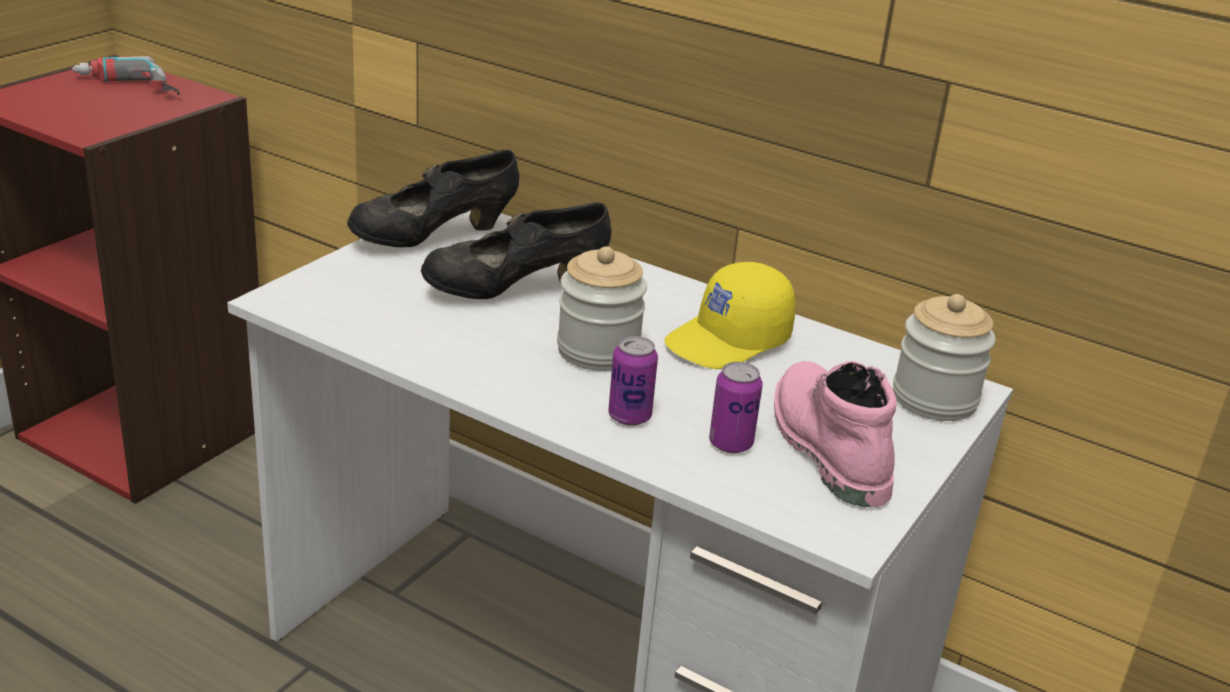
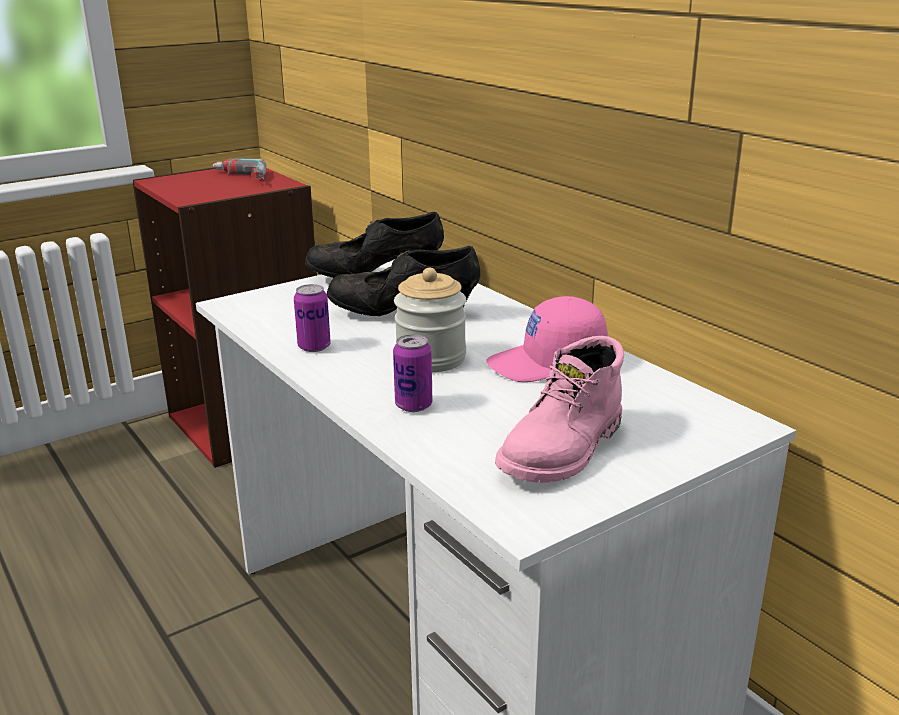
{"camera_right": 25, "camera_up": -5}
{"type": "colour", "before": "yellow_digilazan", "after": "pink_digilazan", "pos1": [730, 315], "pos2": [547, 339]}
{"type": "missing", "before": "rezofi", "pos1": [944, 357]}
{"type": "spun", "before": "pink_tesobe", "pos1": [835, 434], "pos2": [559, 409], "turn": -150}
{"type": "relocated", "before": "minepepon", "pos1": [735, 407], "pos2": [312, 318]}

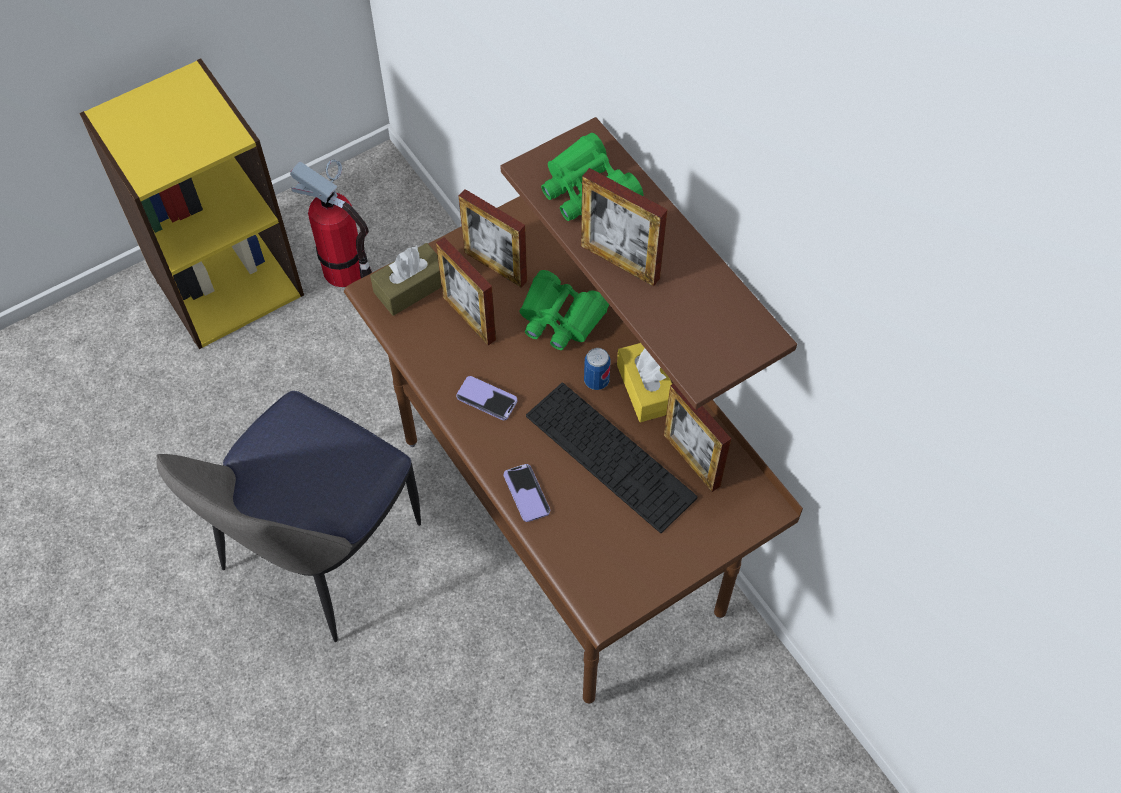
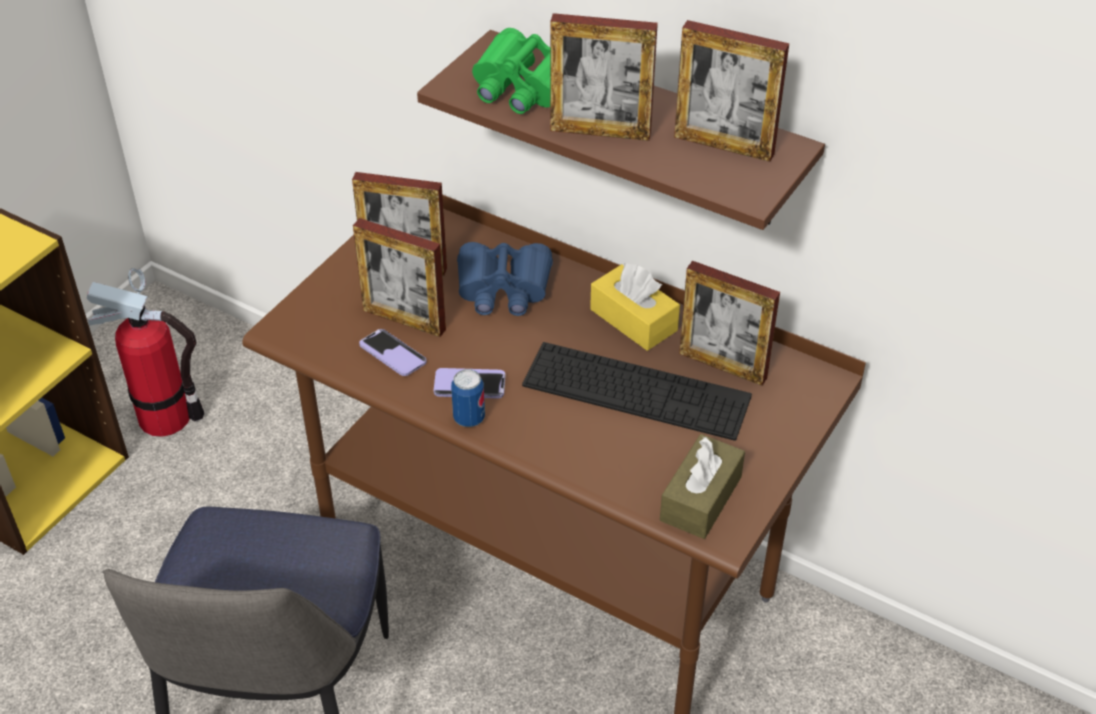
{"camera_right": -25, "camera_up": -15}
{"type": "relocated", "before": "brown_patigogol", "pos1": [406, 279], "pos2": [702, 486]}
{"type": "colour", "before": "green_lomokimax", "after": "blue_lomokimax", "pos1": [564, 310], "pos2": [505, 279]}
{"type": "relocated", "before": "minepepon", "pos1": [597, 369], "pos2": [468, 398]}
{"type": "relocated", "before": "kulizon", "pos1": [527, 493], "pos2": [392, 352]}
{"type": "appeared", "after": "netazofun", "pos2": [731, 91]}

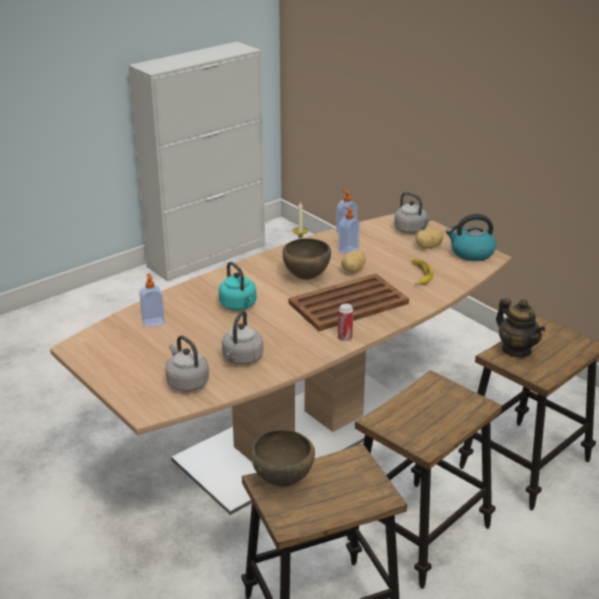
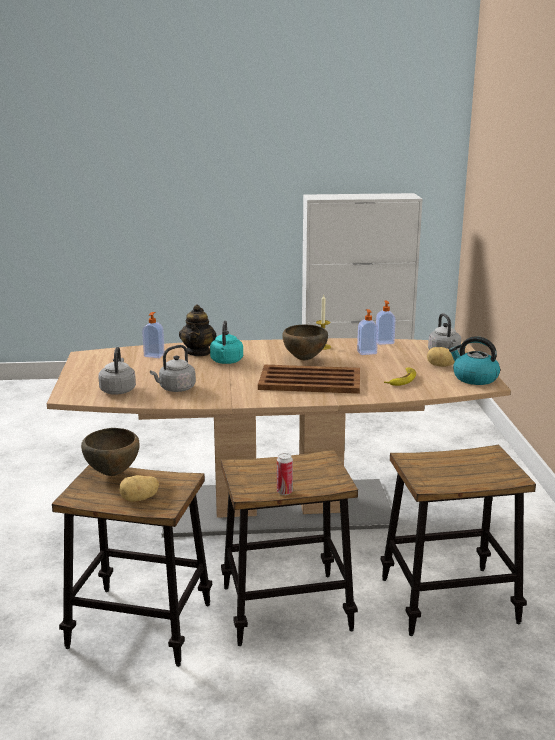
{"camera_right": 35, "camera_up": -10}
{"type": "relocated", "before": "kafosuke", "pos1": [353, 261], "pos2": [139, 488]}
{"type": "relocated", "before": "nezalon", "pos1": [520, 327], "pos2": [197, 330]}
{"type": "relocated", "before": "minepepon", "pos1": [345, 322], "pos2": [285, 474]}

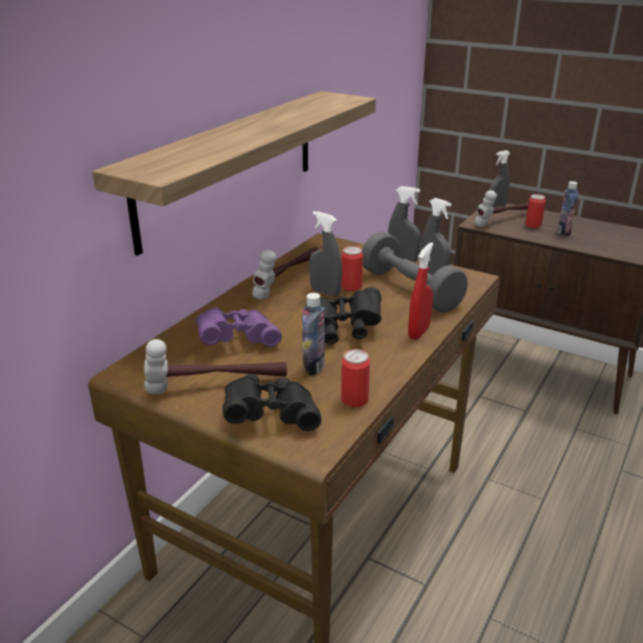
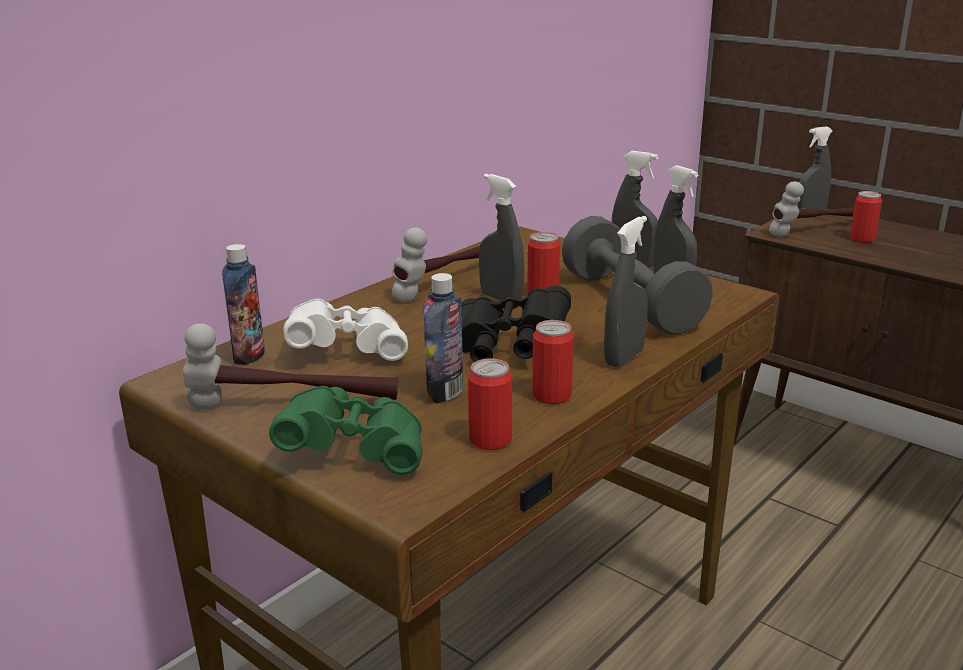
{"camera_right": 10, "camera_up": -5}
{"type": "missing", "before": "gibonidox", "pos1": [234, 173]}
{"type": "relocated", "before": "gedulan", "pos1": [568, 208], "pos2": [243, 304]}
{"type": "colour", "before": "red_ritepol", "after": "grey_ritepol", "pos1": [420, 291], "pos2": [626, 291]}
{"type": "colour", "before": "purple_lomokimax", "after": "white_lomokimax", "pos1": [239, 327], "pos2": [345, 329]}
{"type": "colour", "before": "black_lomokimax", "after": "green_lomokimax", "pos1": [271, 402], "pos2": [346, 430]}
{"type": "appeared", "after": "minepepon", "pos2": [553, 362]}

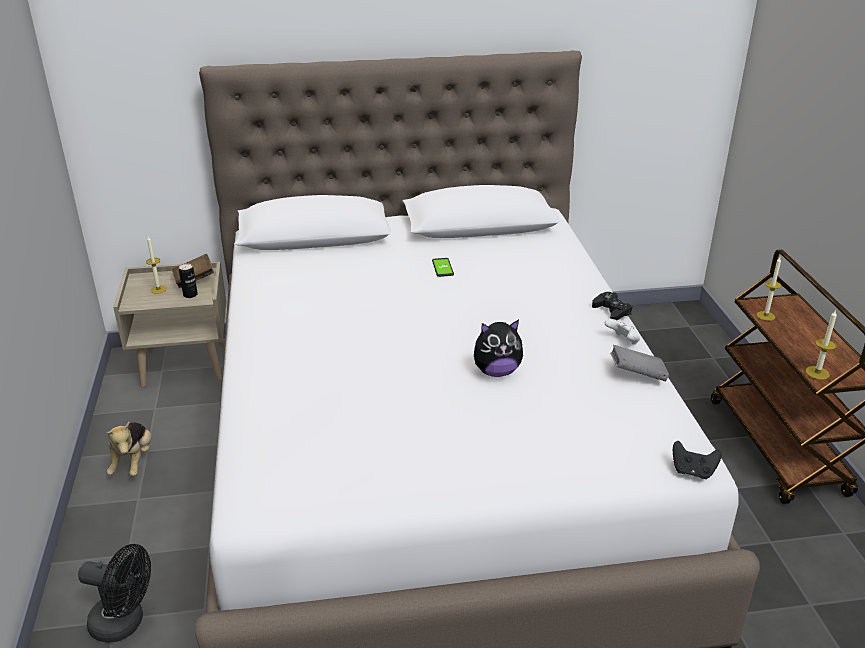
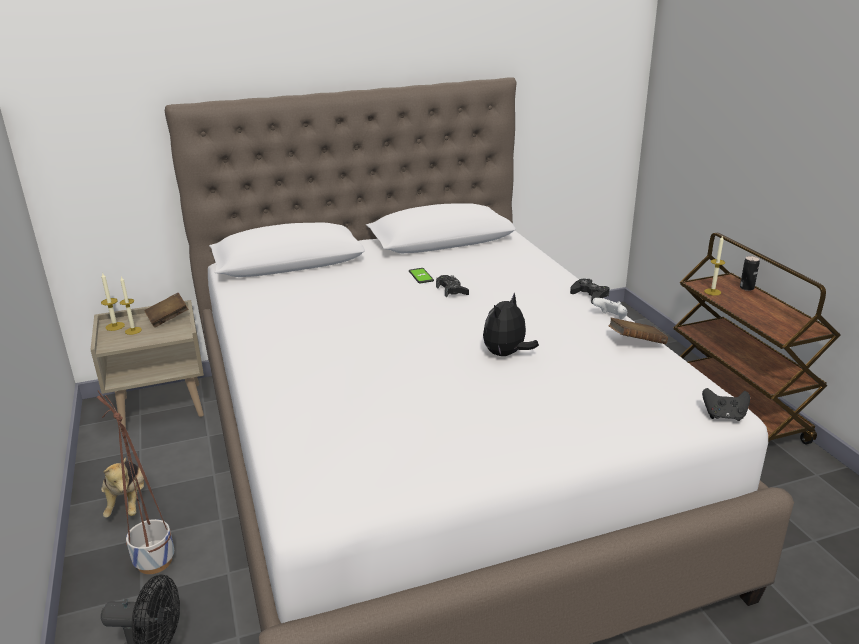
{"camera_right": -10, "camera_up": -5}
{"type": "relocated", "before": "minepepon", "pos1": [188, 280], "pos2": [750, 273]}
{"type": "relocated", "before": "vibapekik", "pos1": [821, 345], "pos2": [113, 301]}
{"type": "spun", "before": "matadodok", "pos1": [498, 348], "pos2": [511, 324], "turn": 150}
{"type": "colour", "before": "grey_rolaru", "after": "brown_rolaru", "pos1": [639, 363], "pos2": [638, 330]}
{"type": "appeared", "after": "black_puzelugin", "pos2": [452, 286]}
{"type": "appeared", "after": "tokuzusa", "pos2": [135, 482]}

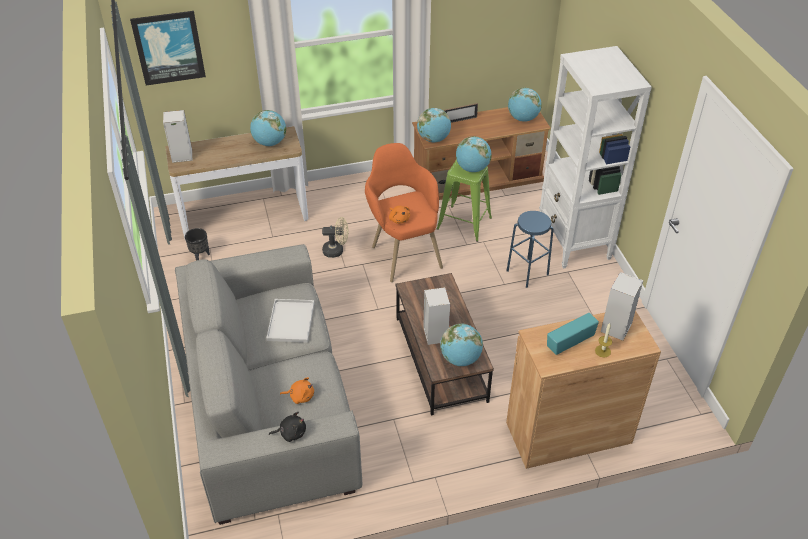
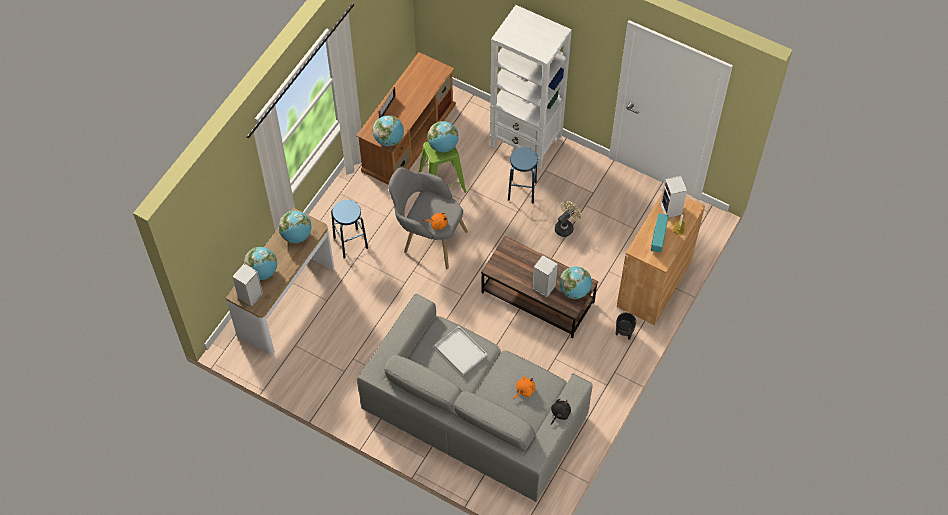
{"camera_right": -45, "camera_up": 15}
{"type": "missing", "before": "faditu", "pos1": [168, 48]}
{"type": "relocated", "before": "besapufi", "pos1": [525, 105], "pos2": [260, 263]}
{"type": "colour", "before": "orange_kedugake", "after": "grey_kedugake", "pos1": [404, 212], "pos2": [428, 218]}
{"type": "relocated", "before": "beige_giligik", "pos1": [335, 237], "pos2": [568, 219]}
{"type": "relocated", "before": "black_tokuzusa", "pos1": [197, 244], "pos2": [626, 326]}
{"type": "appeared", "after": "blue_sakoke", "pos2": [349, 229]}

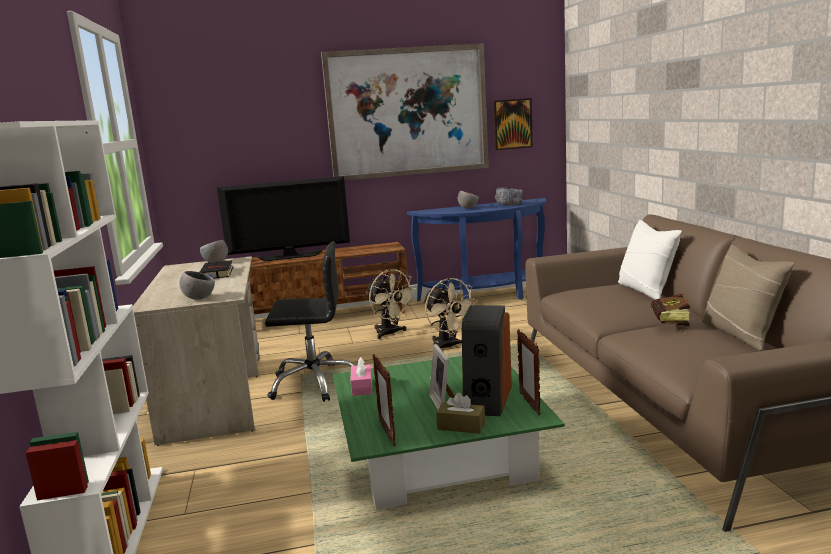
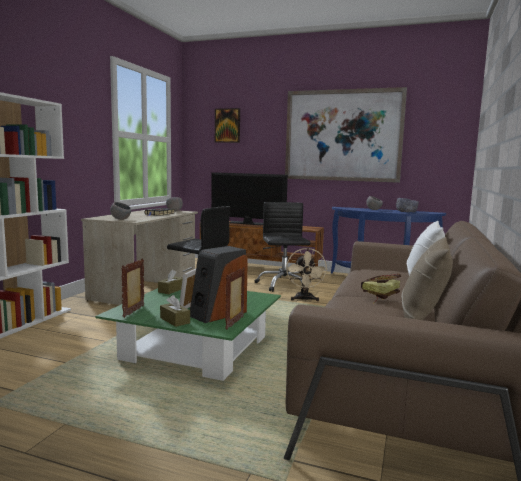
{"camera_right": 30, "camera_up": -5}
{"type": "relocated", "before": "faditu", "pos1": [513, 124], "pos2": [227, 125]}
{"type": "exchanged", "before": "beige_giligik", "after": "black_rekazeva", "pos1": [391, 304], "pos2": [283, 247]}
{"type": "colour", "before": "pink_patigogol", "after": "brown_patigogol", "pos1": [361, 376], "pos2": [170, 282]}

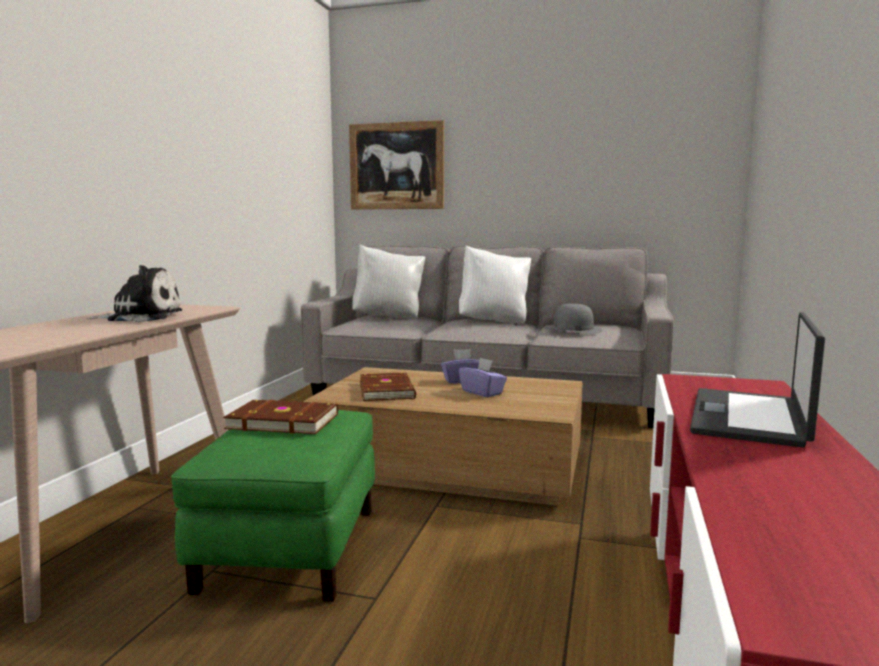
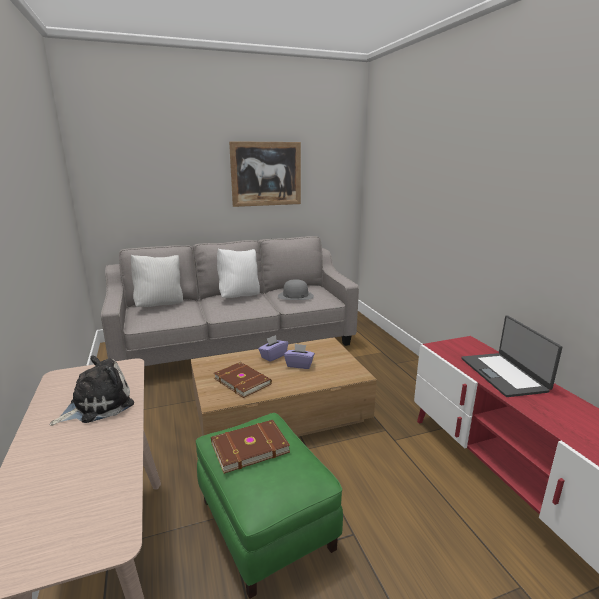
{"camera_right": -35, "camera_up": 10}
{"type": "relocated", "before": "faditu", "pos1": [396, 165], "pos2": [265, 174]}

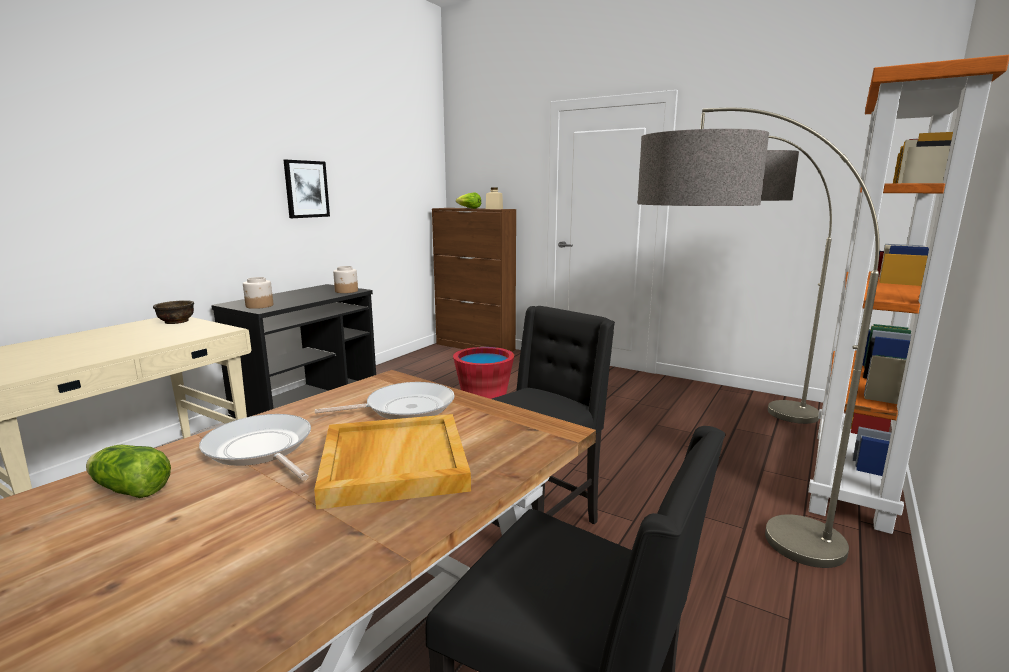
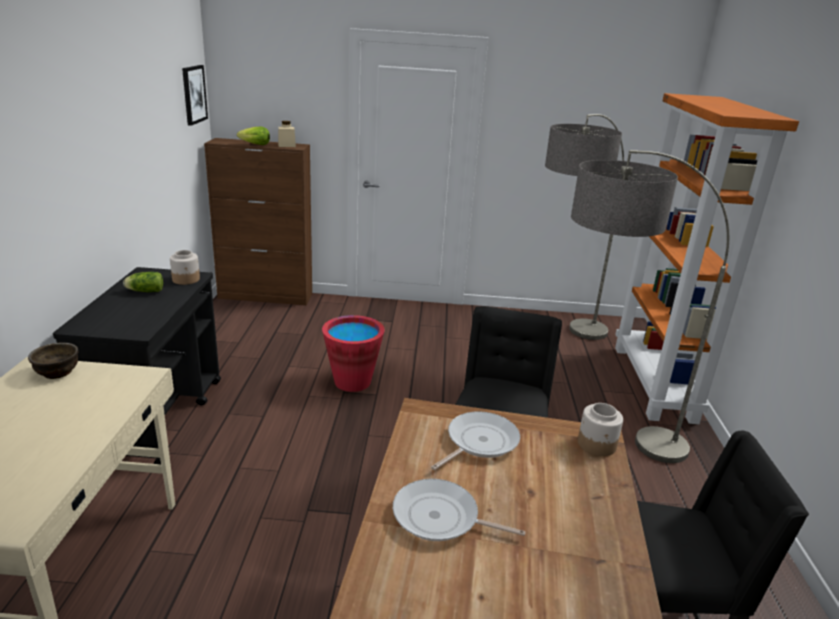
{"camera_right": -30, "camera_up": 10}
{"type": "relocated", "before": "faditu", "pos1": [307, 189], "pos2": [195, 95]}
{"type": "relocated", "before": "rezofi", "pos1": [258, 293], "pos2": [600, 429]}
{"type": "missing", "before": "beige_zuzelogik", "pos1": [392, 462]}
{"type": "relocated", "before": "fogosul", "pos1": [128, 471], "pos2": [143, 282]}

